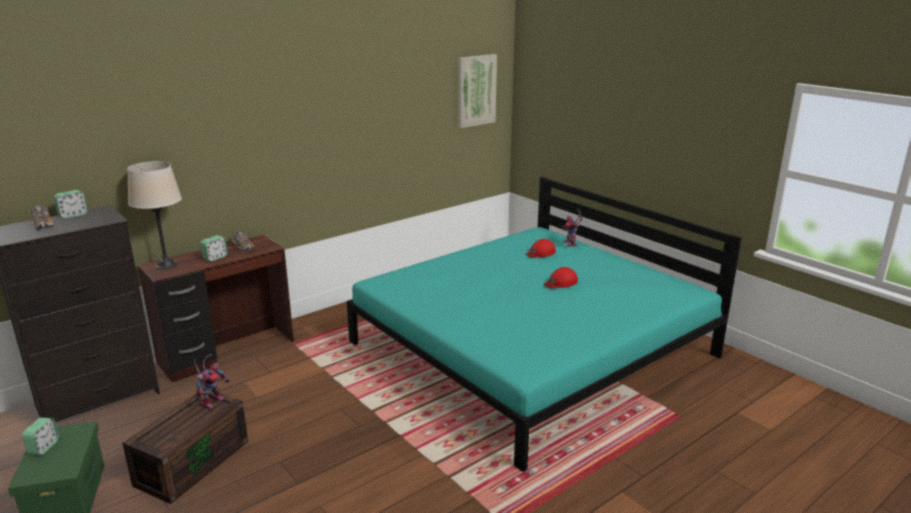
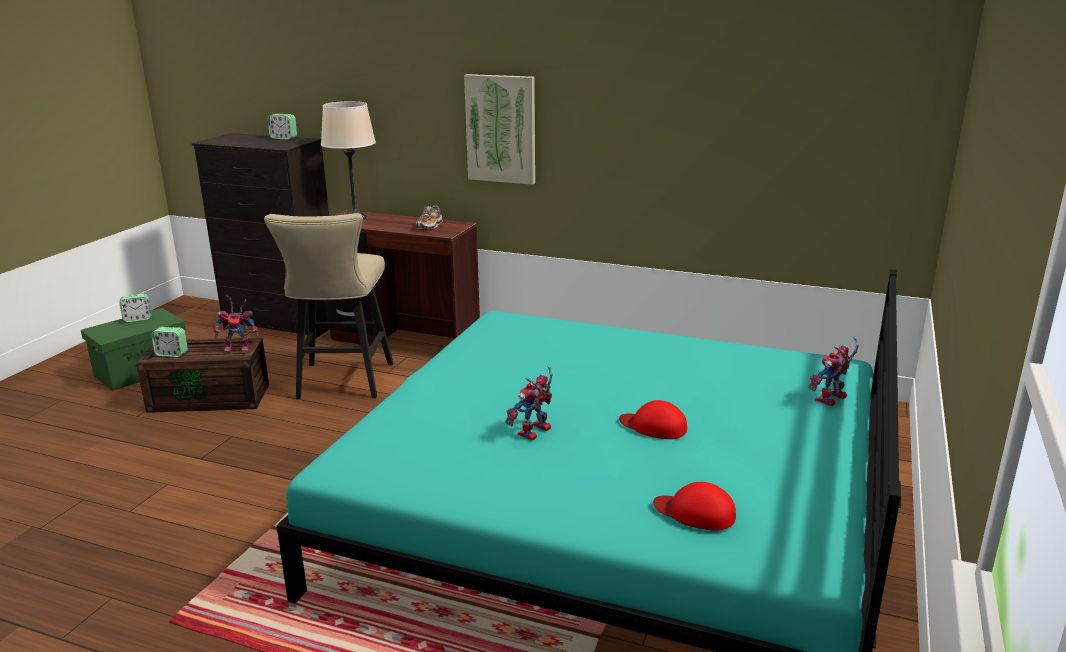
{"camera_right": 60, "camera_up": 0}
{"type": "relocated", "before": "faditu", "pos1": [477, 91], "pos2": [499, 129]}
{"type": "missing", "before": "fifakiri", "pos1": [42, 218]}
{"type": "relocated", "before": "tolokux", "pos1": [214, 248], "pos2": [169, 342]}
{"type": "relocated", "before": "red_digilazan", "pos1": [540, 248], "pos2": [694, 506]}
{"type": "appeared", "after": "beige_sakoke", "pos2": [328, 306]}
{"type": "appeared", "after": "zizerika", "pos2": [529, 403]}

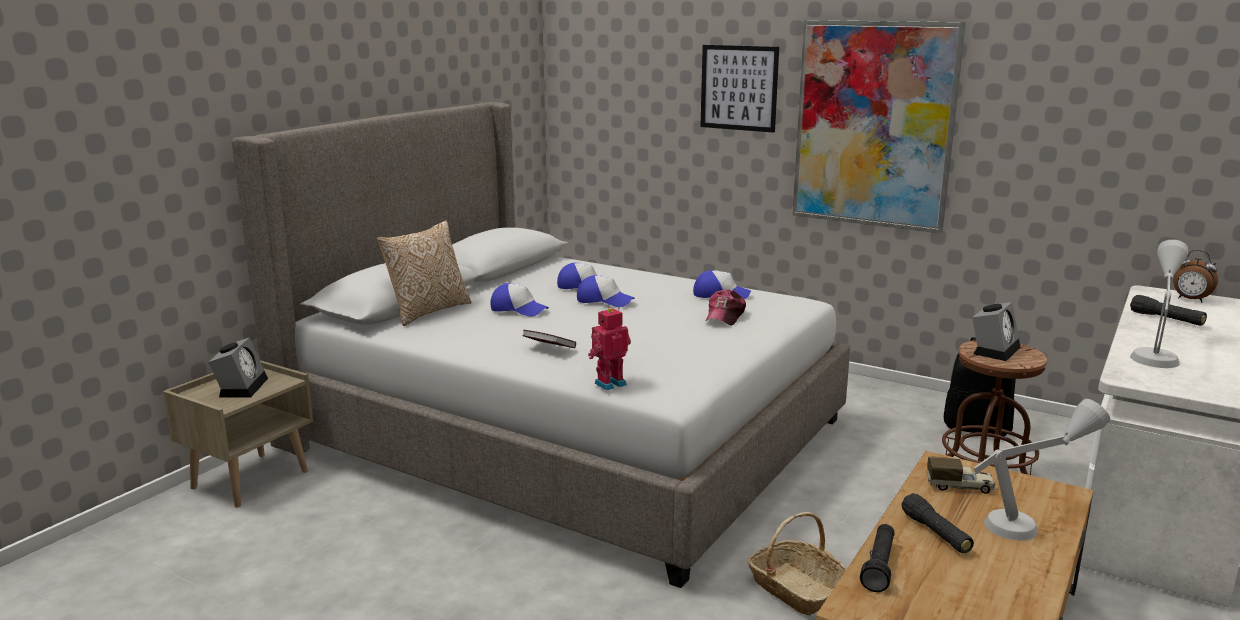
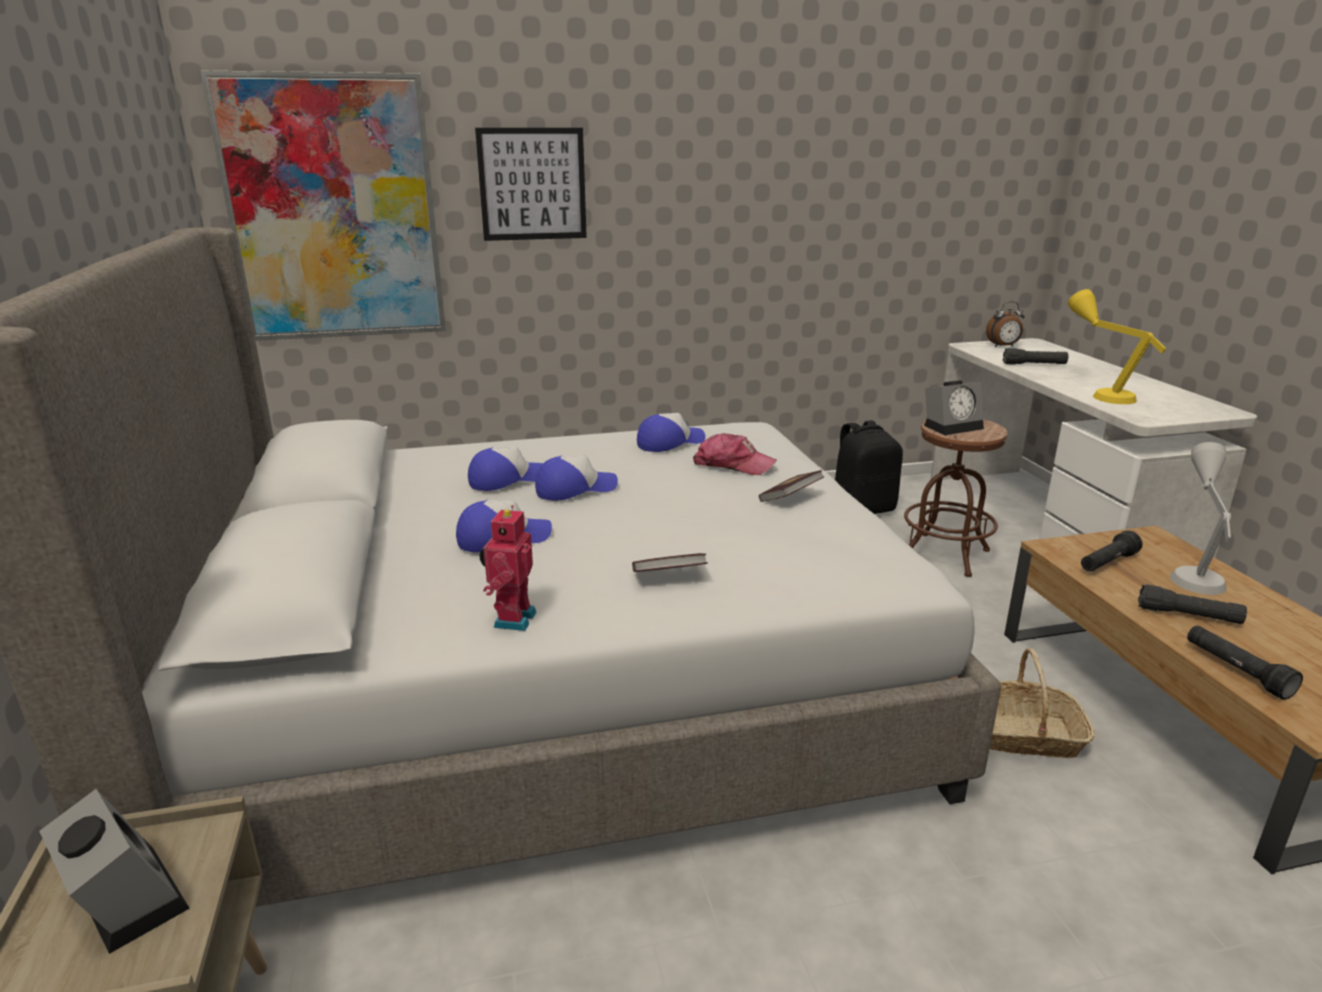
{"camera_right": -45, "camera_up": 5}
{"type": "relocated", "before": "faditu", "pos1": [879, 126], "pos2": [323, 206]}
{"type": "missing", "before": "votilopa", "pos1": [424, 273]}
{"type": "colour", "before": "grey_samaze", "after": "yellow_samaze", "pos1": [1159, 304], "pos2": [1117, 346]}
{"type": "spun", "before": "digilazan", "pos1": [726, 307], "pos2": [735, 454], "turn": -45}
{"type": "spun", "before": "tolokux", "pos1": [996, 331], "pos2": [954, 407], "turn": 75}
{"type": "relocated", "before": "zizerika", "pos1": [609, 349], "pos2": [507, 568]}
{"type": "exchanged", "before": "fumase", "after": "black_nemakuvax", "pos1": [961, 475], "pos2": [1111, 551]}
{"type": "appeared", "after": "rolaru", "pos2": [791, 486]}

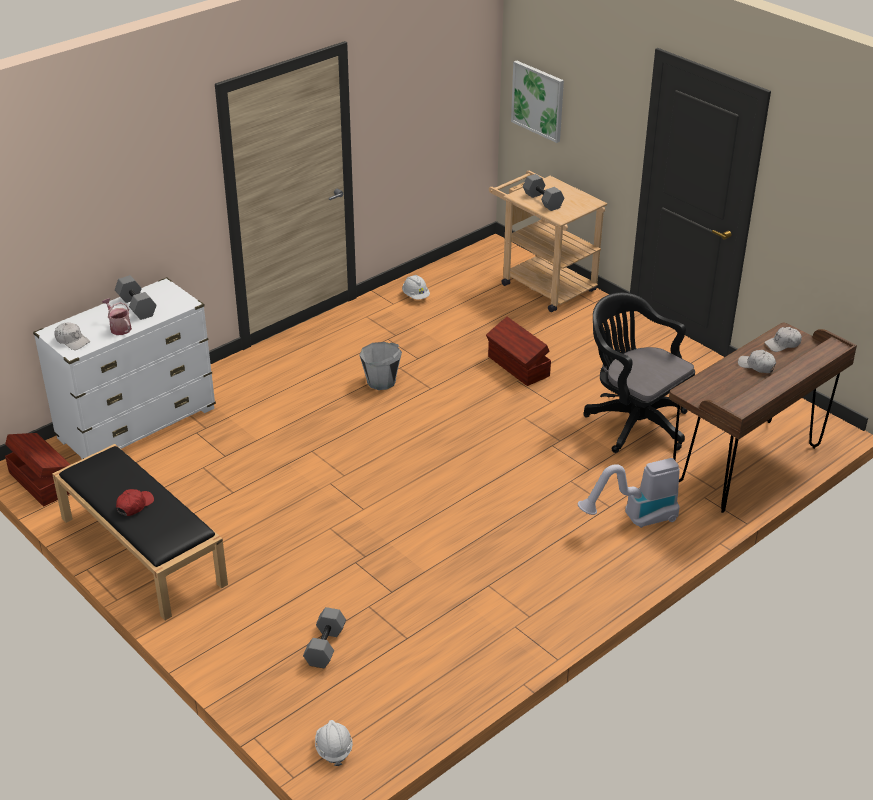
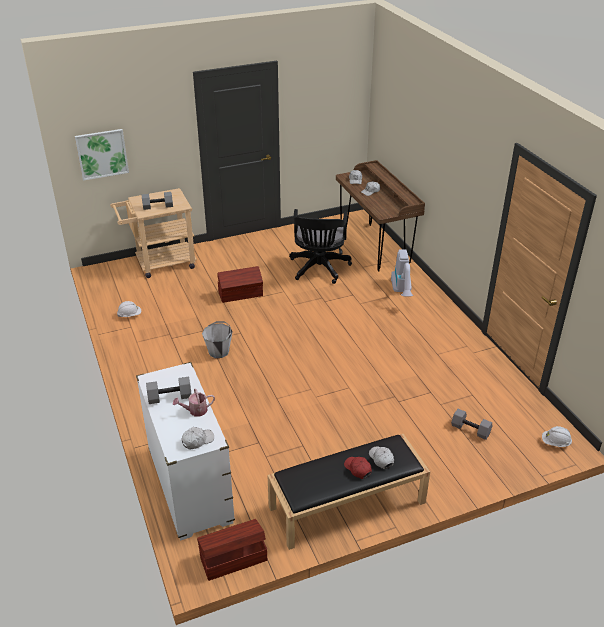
{"camera_right": -70, "camera_up": 0}
{"type": "spun", "before": "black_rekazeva", "pos1": [639, 373], "pos2": [320, 246], "turn": -60}
{"type": "appeared", "after": "white_digilazan", "pos2": [381, 457]}

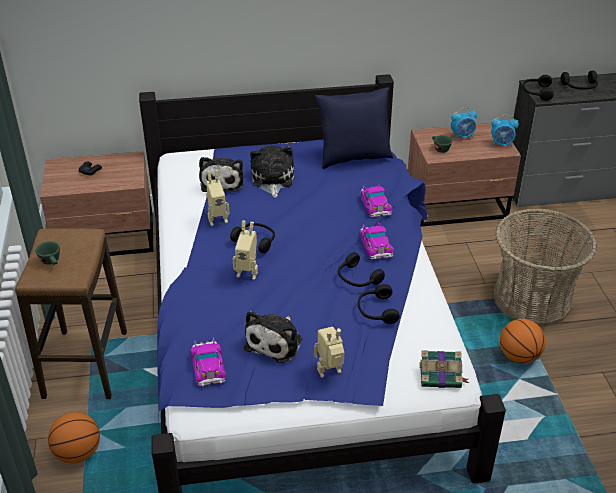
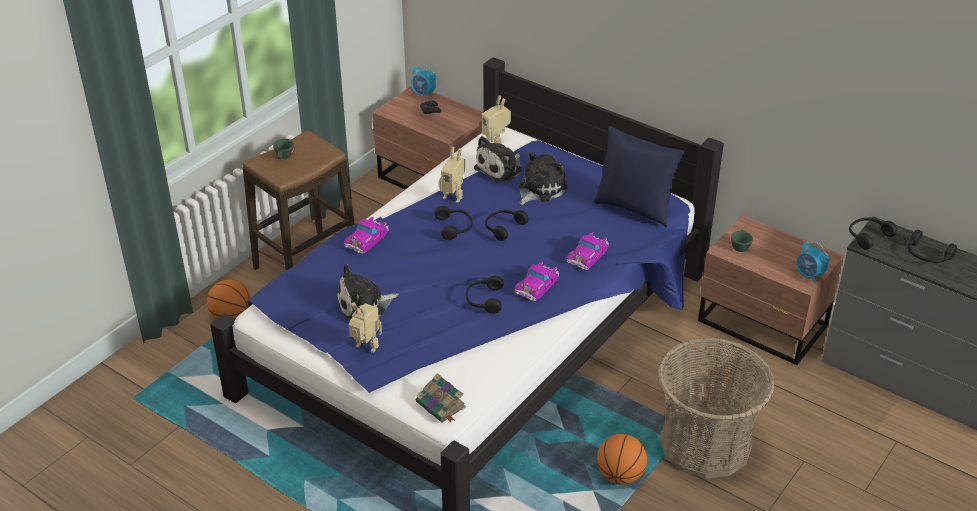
{"camera_right": 45, "camera_up": 0}
{"type": "relocated", "before": "tolokux", "pos1": [464, 123], "pos2": [424, 82]}
{"type": "relocated", "before": "zizerika", "pos1": [245, 250], "pos2": [496, 119]}
{"type": "relocated", "before": "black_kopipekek", "pos1": [379, 304], "pos2": [506, 225]}
{"type": "relocated", "before": "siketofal", "pos1": [208, 362], "pos2": [366, 235]}

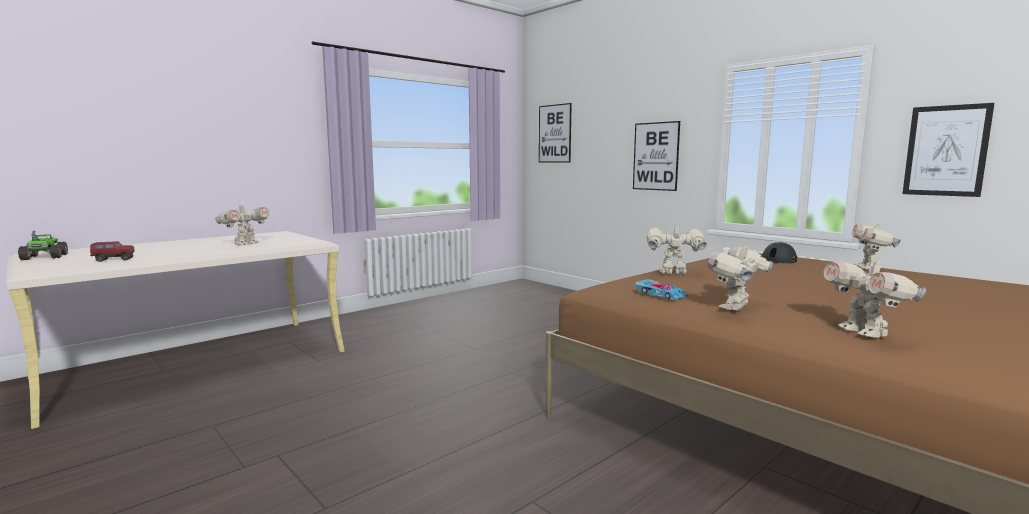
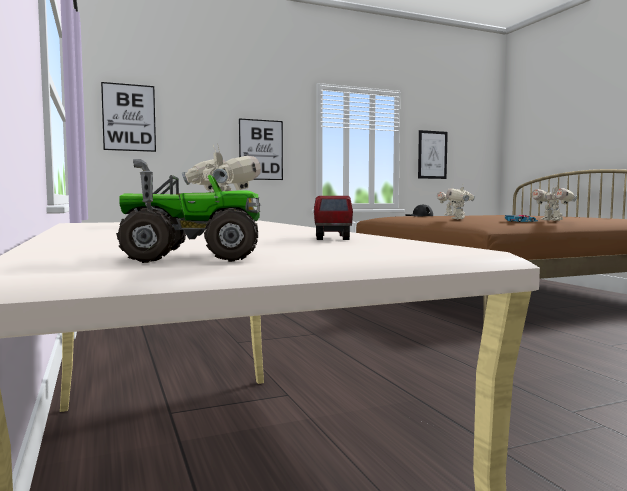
{"camera_right": -70, "camera_up": -5}
{"type": "missing", "before": "zizerika", "pos1": [875, 295]}

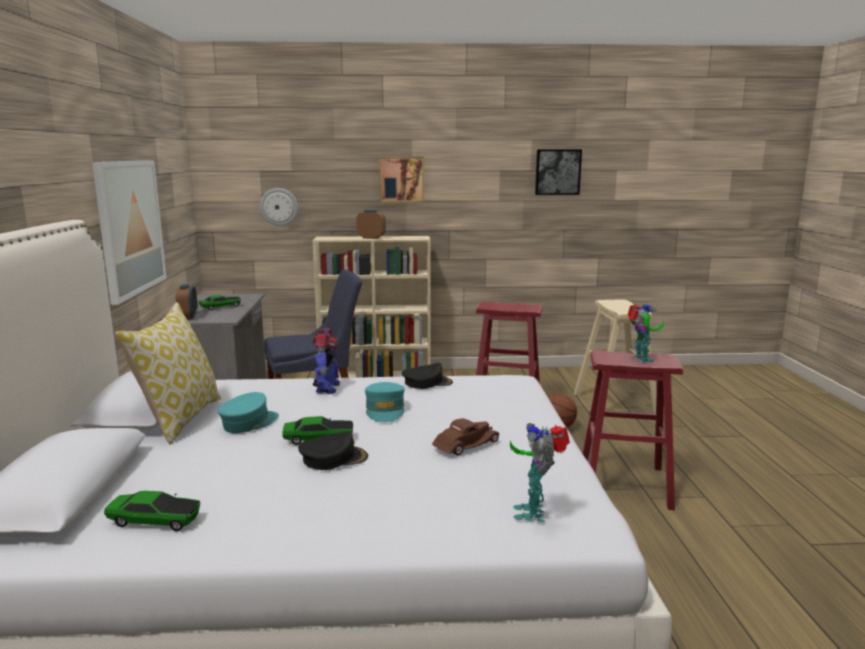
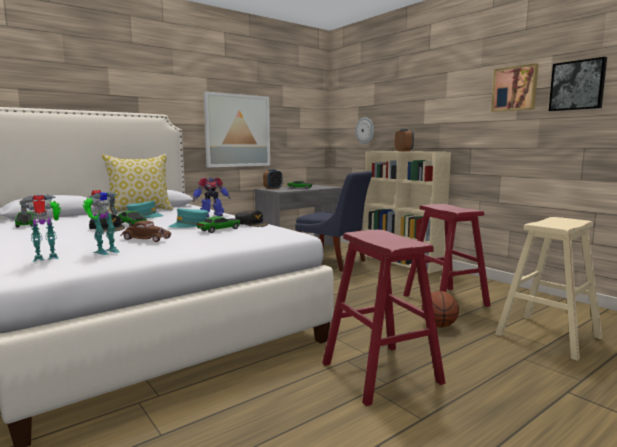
{"camera_right": 55, "camera_up": -5}
{"type": "relocated", "before": "faditu", "pos1": [401, 180], "pos2": [514, 87]}
{"type": "relocated", "before": "zizerika", "pos1": [646, 333], "pos2": [101, 222]}
{"type": "appeared", "after": "siketofal", "pos2": [218, 224]}

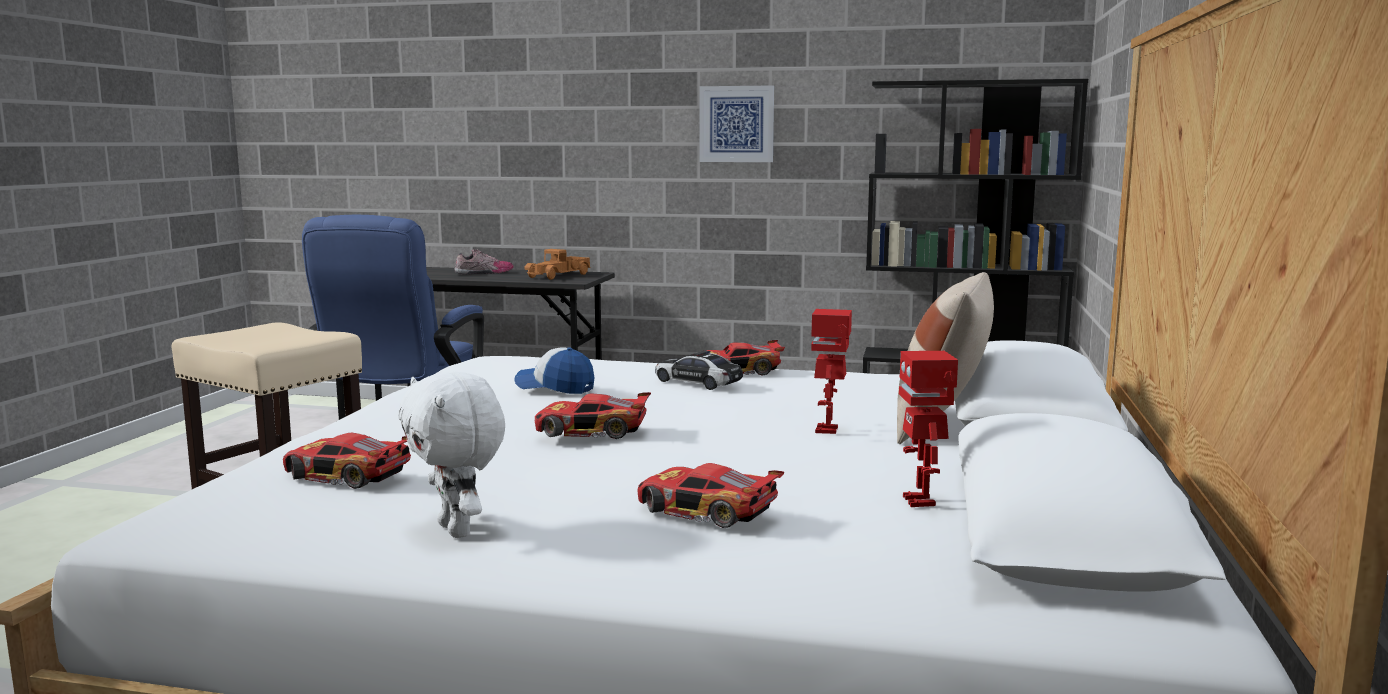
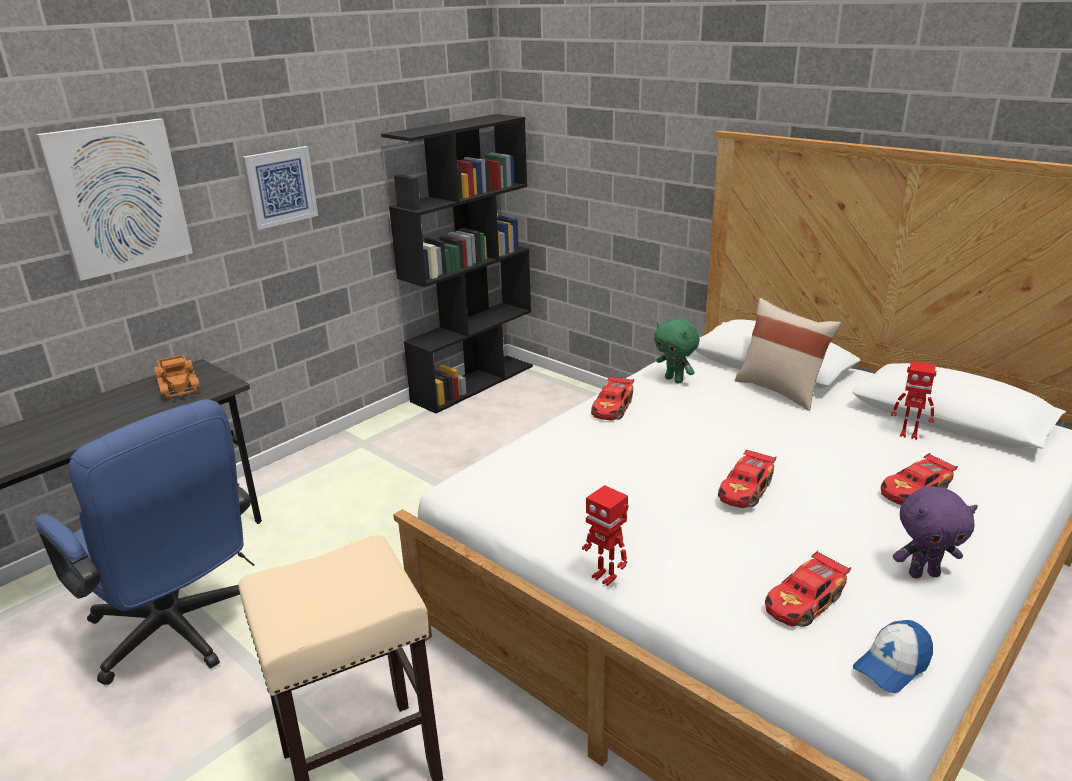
{"camera_right": -60, "camera_up": 15}
{"type": "missing", "before": "fifakiri", "pos1": [484, 262]}
{"type": "relocated", "before": "zizerika", "pos1": [831, 371], "pos2": [605, 535]}
{"type": "relocated", "before": "digilazan", "pos1": [554, 370], "pos2": [892, 656]}
{"type": "missing", "before": "siketofal", "pos1": [699, 370]}
{"type": "colour", "before": "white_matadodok", "after": "purple_matadodok", "pos1": [451, 455], "pos2": [935, 532]}
{"type": "appeared", "after": "faditu", "pos2": [114, 199]}
{"type": "appeared", "after": "green_matadodok", "pos2": [677, 350]}

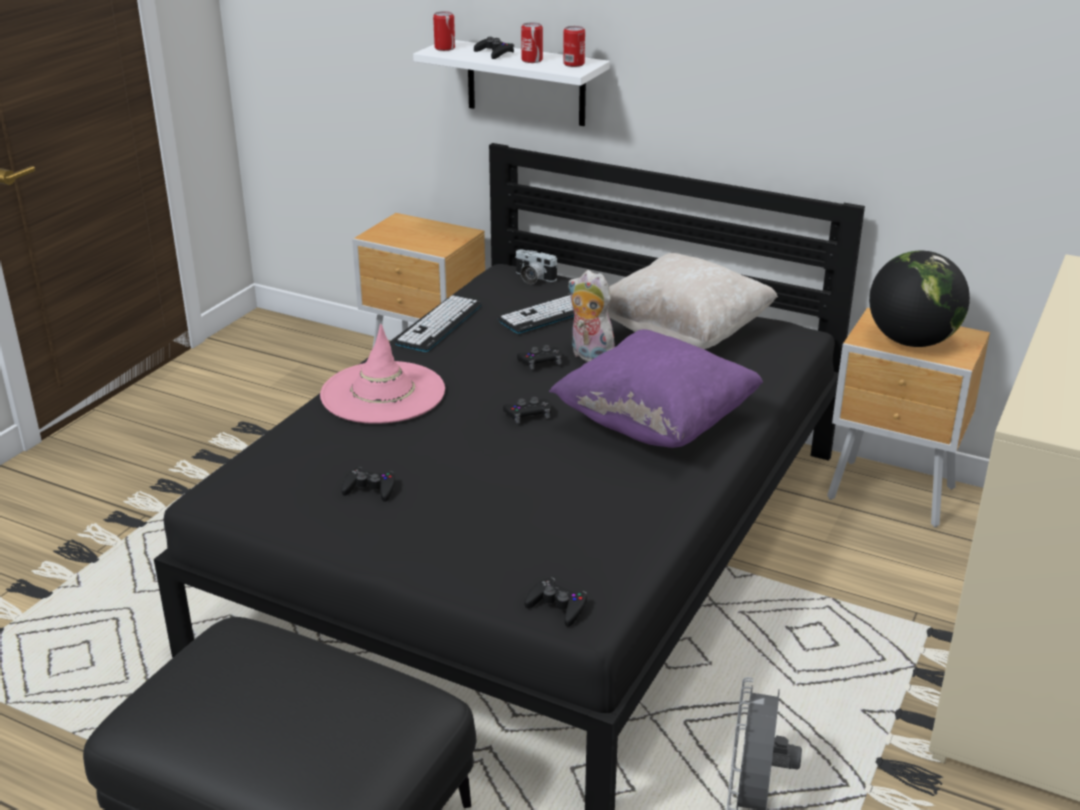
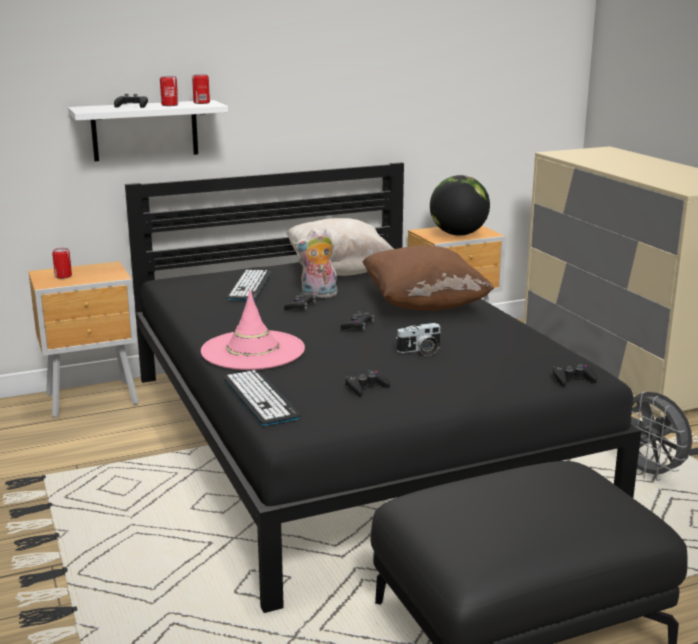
{"camera_right": -50, "camera_up": -10}
{"type": "relocated", "before": "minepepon", "pos1": [444, 31], "pos2": [62, 263]}
{"type": "relocated", "before": "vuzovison", "pos1": [536, 267], "pos2": [418, 339]}
{"type": "relocated", "before": "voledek", "pos1": [438, 323], "pos2": [262, 398]}
{"type": "colour", "before": "purple_votilopa", "after": "brown_votilopa", "pos1": [656, 388], "pos2": [428, 278]}

